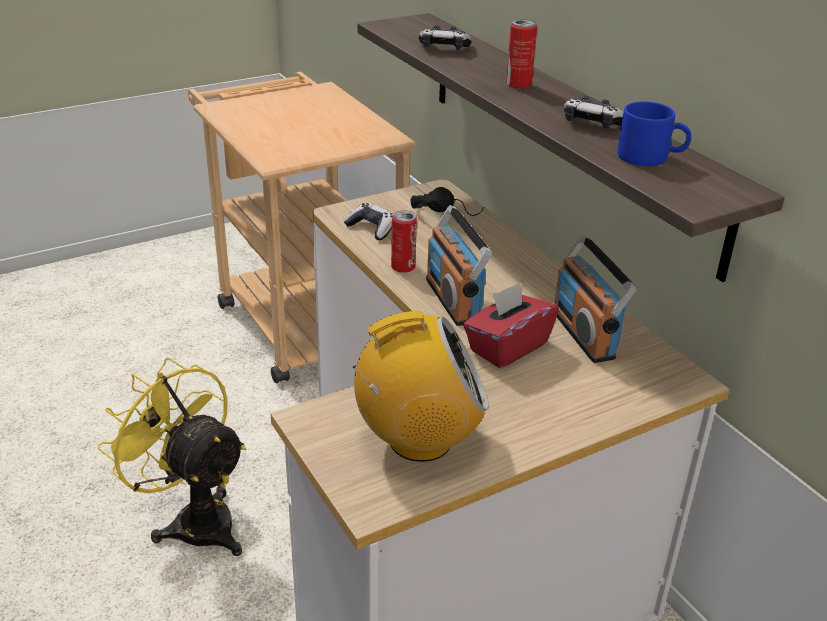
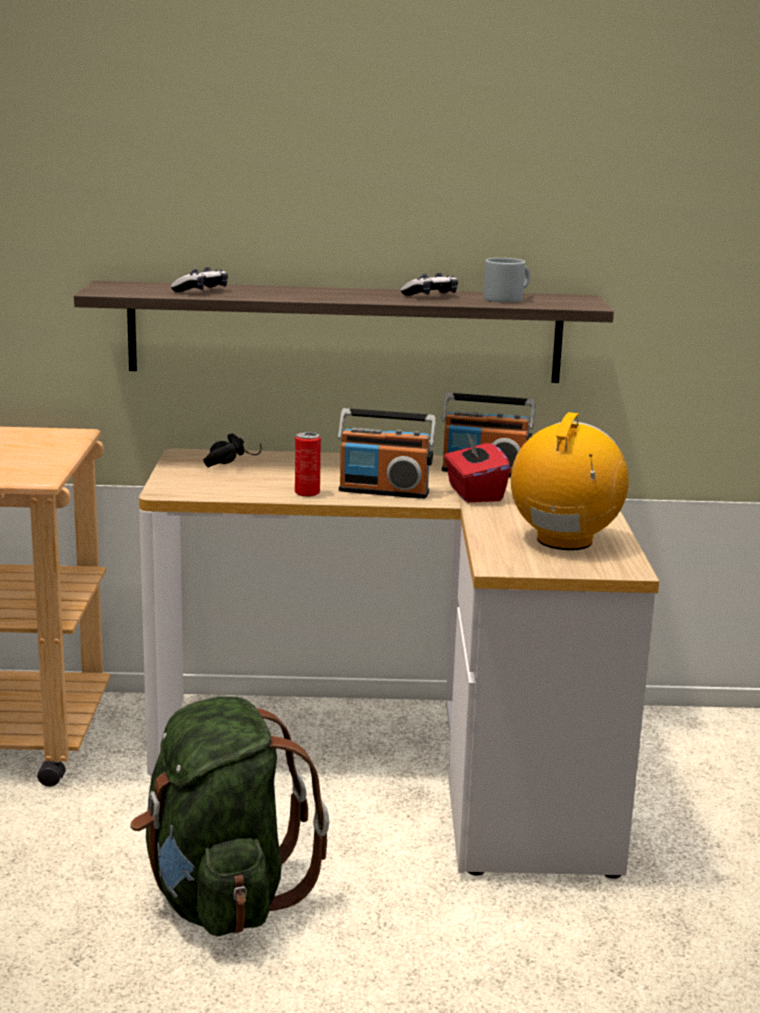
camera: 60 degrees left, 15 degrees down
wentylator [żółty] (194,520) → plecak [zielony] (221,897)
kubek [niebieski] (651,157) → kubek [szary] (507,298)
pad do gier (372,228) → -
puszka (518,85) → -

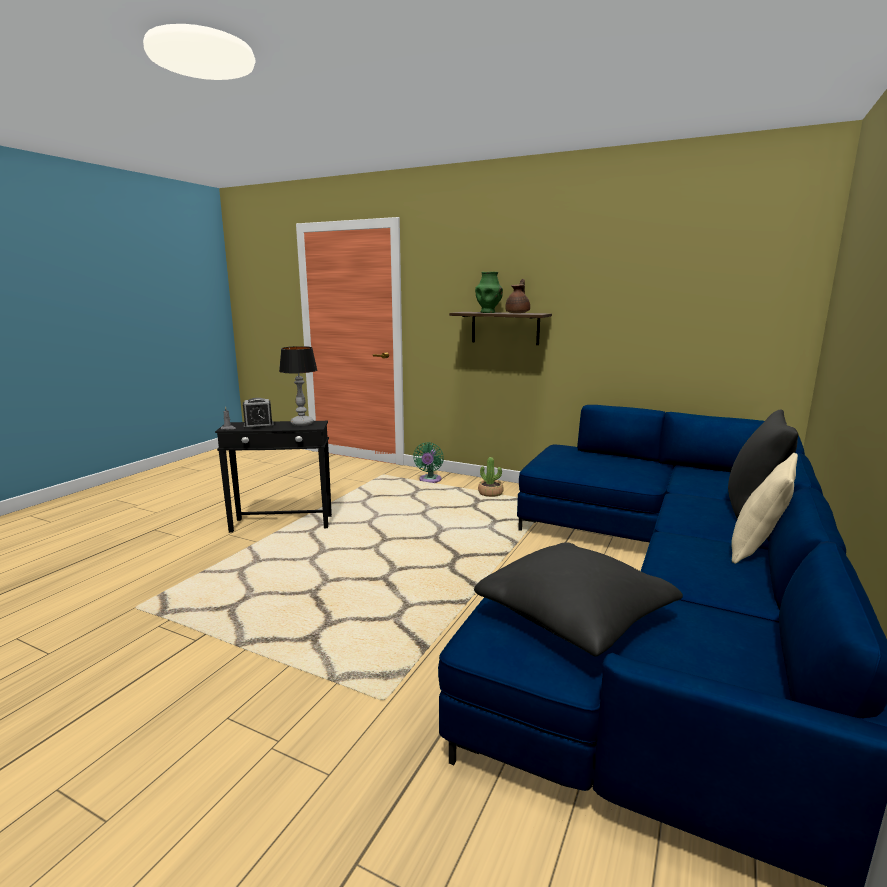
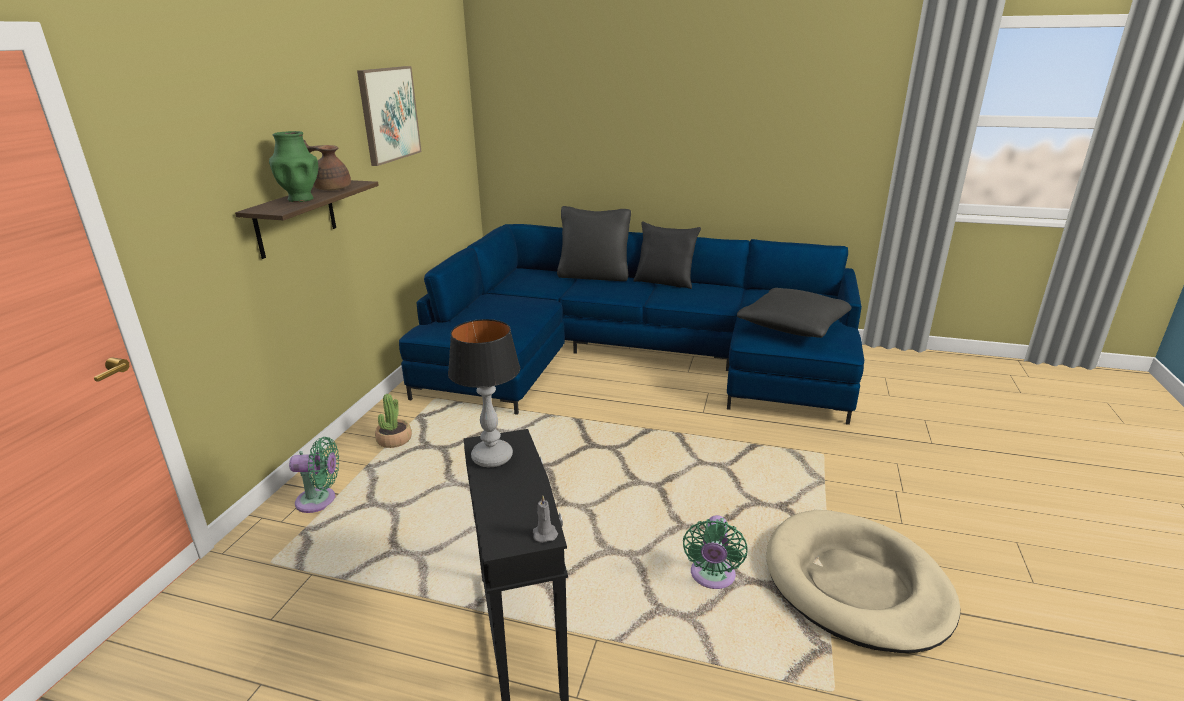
camera: 100 degrees left, 10 degrees up
- → obraz (389,114)
poduszka [beżowy] (757,548) → poduszka [czarny] (665,282)
- → wentylator [zielony] (712,577)
- → legowisko [beżowy] (855,584)
budzik (258,426) → -

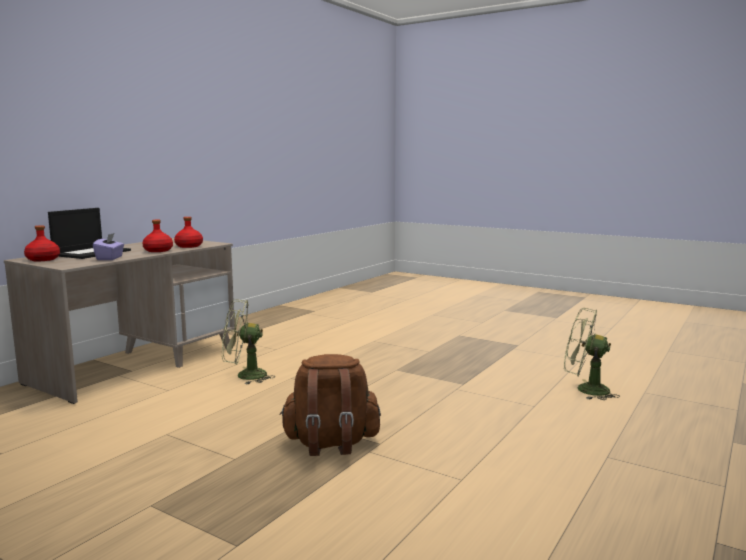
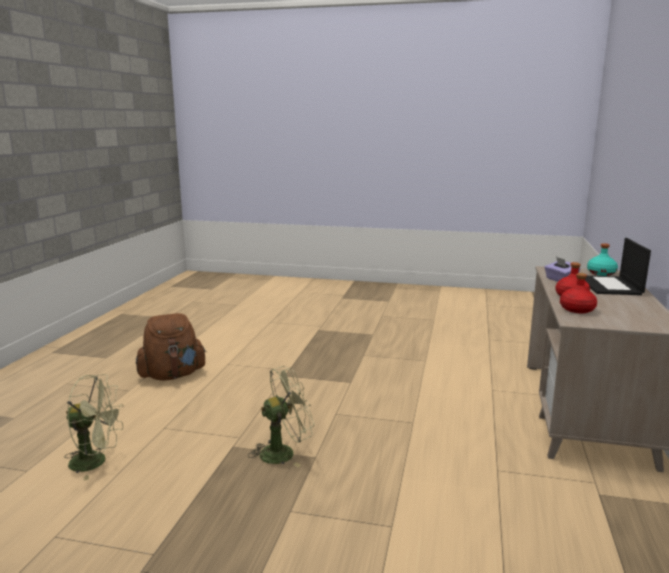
camera: 160 degrees right, 5 degrees up
plecak [brązowy] (331,444) → plecak [brązowy] (172,375), moved
wentylator [zielony] (244,376) → wentylator [zielony] (284,452), moved
butelka [czerwony] (43,259) → butelka [turkusowy] (601,273)

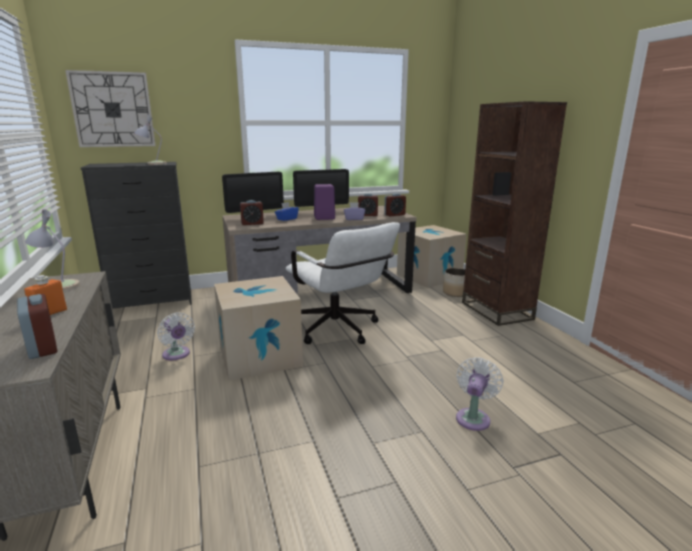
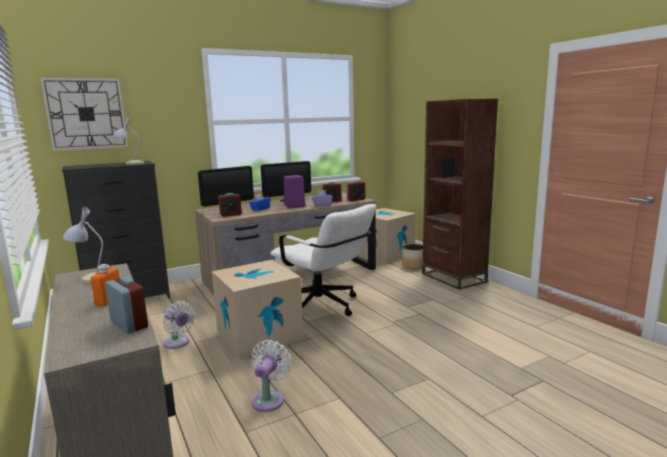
camera: 10 degrees left, 5 degrees down
wentylator [biały] (473,417) → wentylator [biały] (269,399), moved

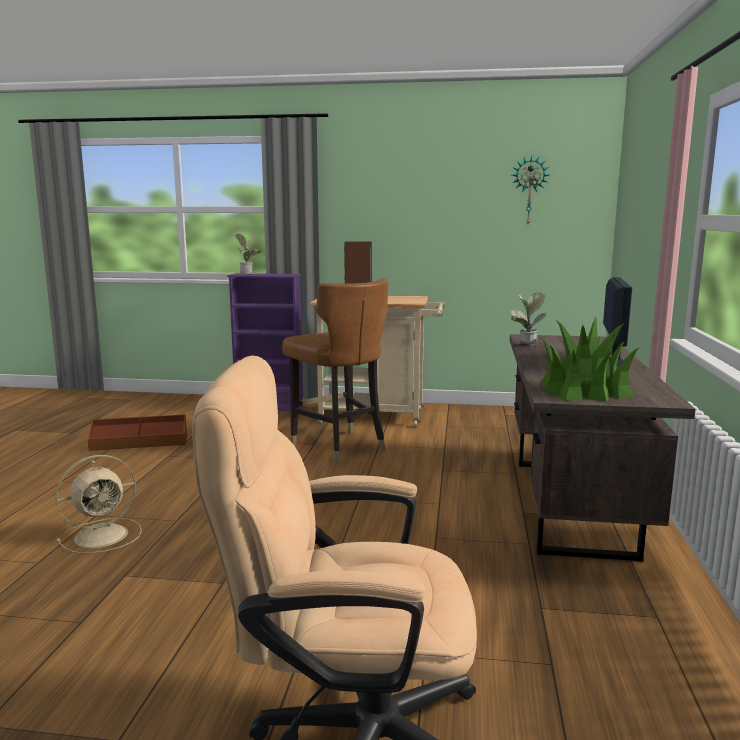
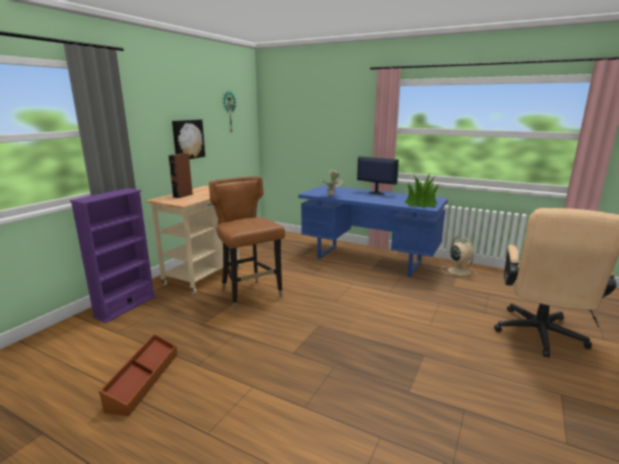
camera: 70 degrees left, 5 degrees up
- → obraz (187,139)
krzesło [brązowy] (339,447) → krzesło [brązowy] (250,294), 105 degrees counterclockwise
biurko [brązowy] (572,506) → biurko [niebieski] (369,260)
wentylator [beżowy] (103,535) → wentylator [beżowy] (458,271), moved
roślina doniczkowa (248,273) → -

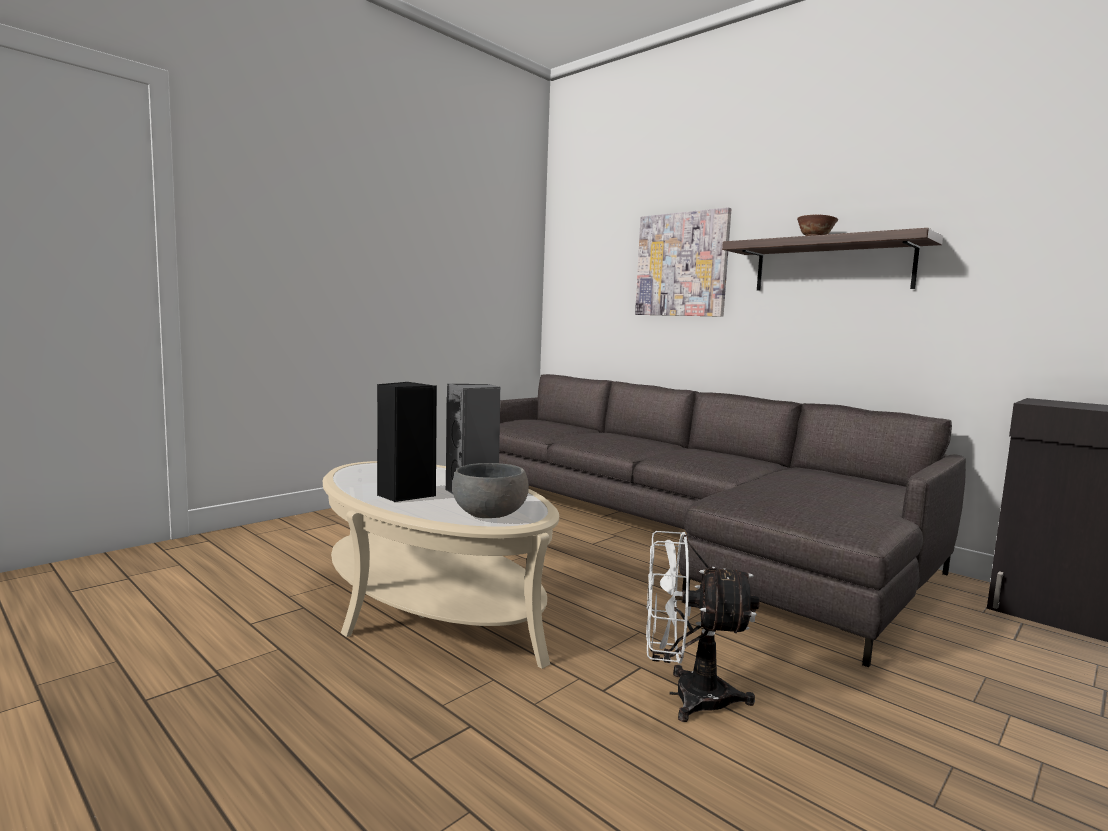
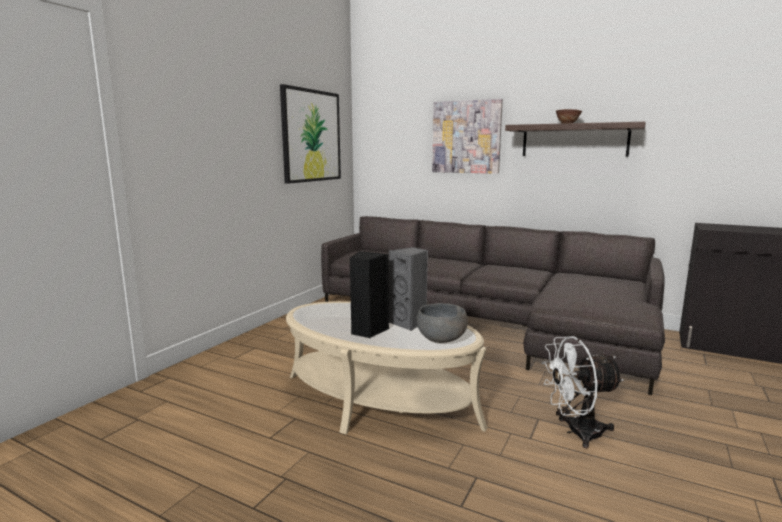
camera: 15 degrees left, 5 degrees up
- → obraz (311,136)

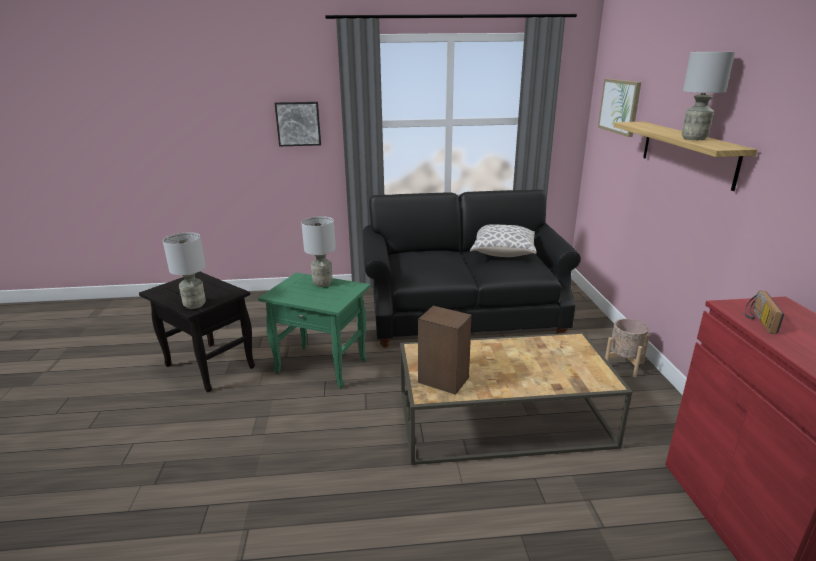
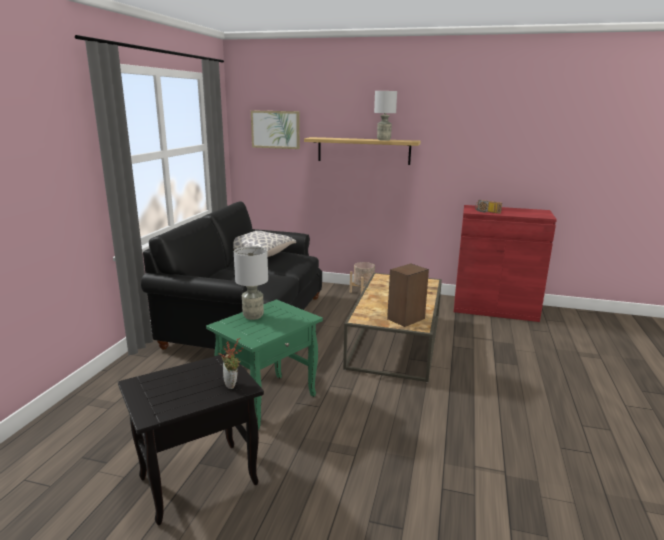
camera: 70 degrees left, 5 degrees down
lampa stołowa [szary] (195,305) → roślina doniczkowa (232,385)
obraz (298,123) → -

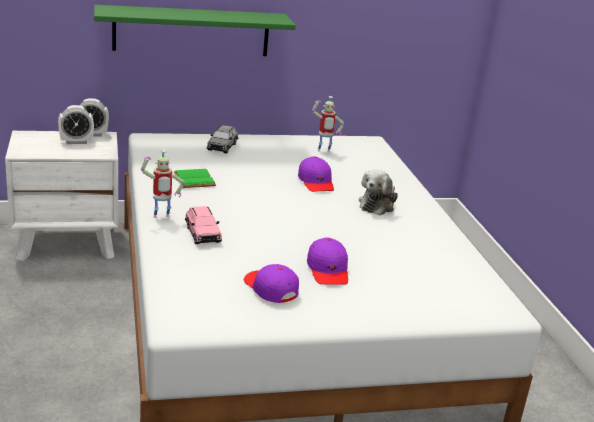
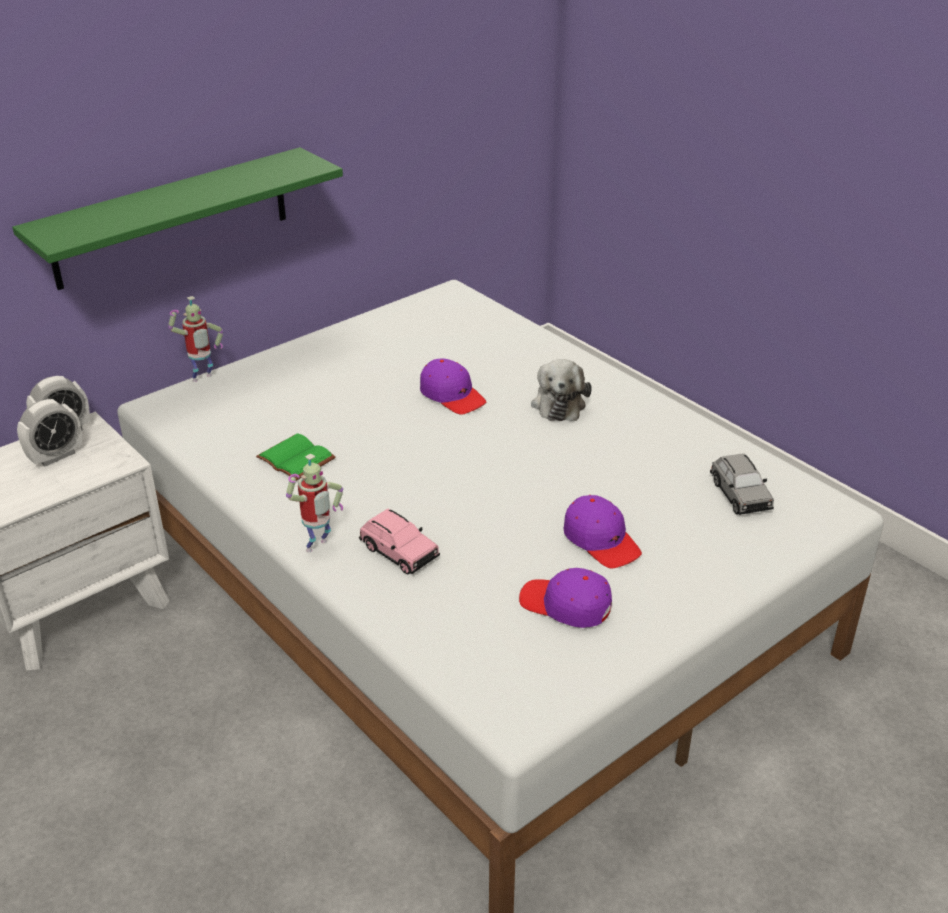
camera: 25 degrees left, 10 degrees up
robot zabawkowy (323,151) → robot zabawkowy (203,379), moved
samochodzik [szary] (222,146) → samochodzik [szary] (740,495), moved

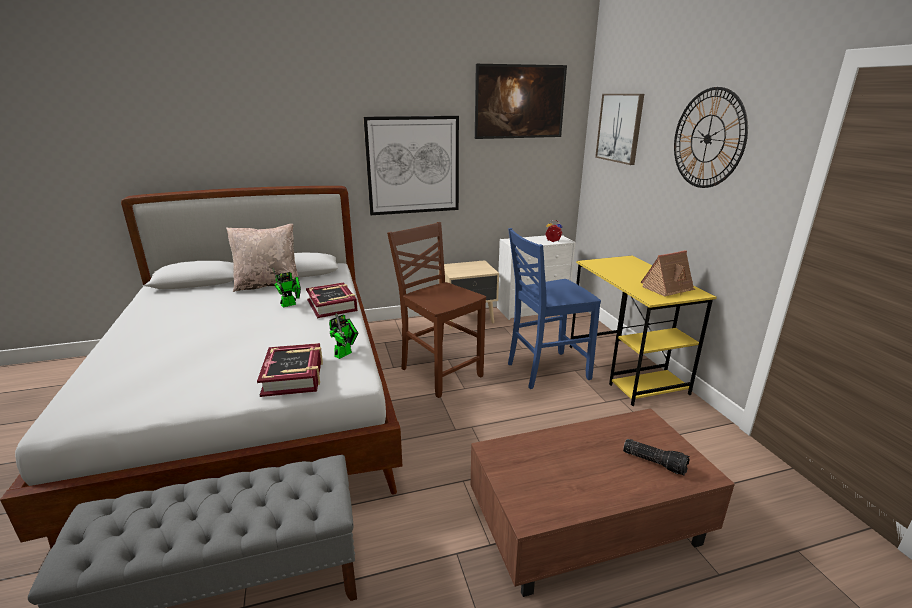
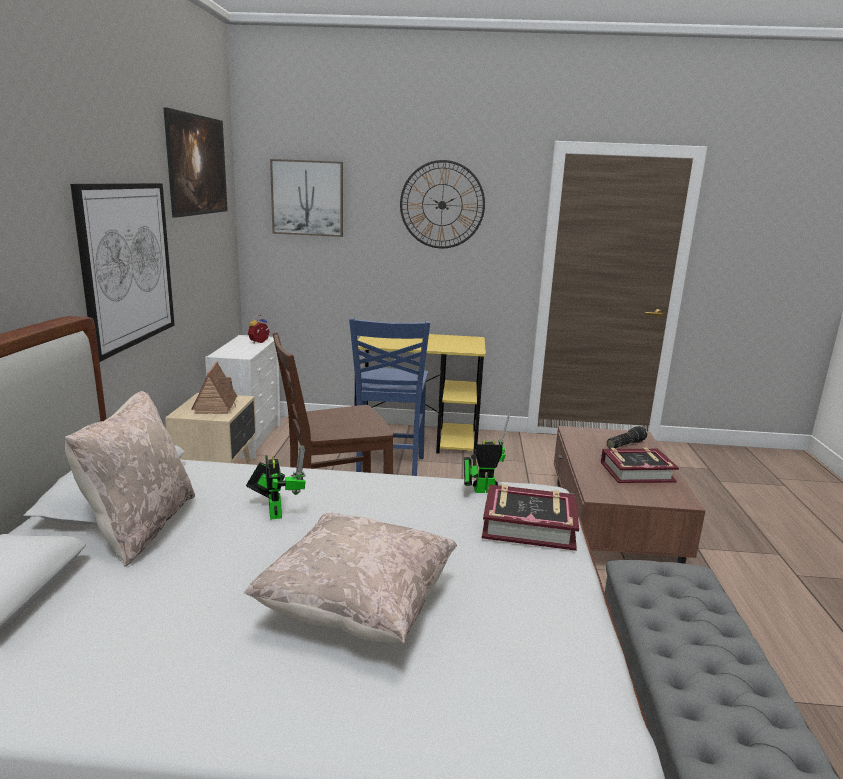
camera: 70 degrees left, 5 degrees down
domek (667,288) → domek (215,406), moved
- → poduszka [beżowy] (357,608)
robot zabawkowy (345,353) → robot zabawkowy (481,490), 60 degrees counterclockwise
książka (332,305) → książka (636,472), moved

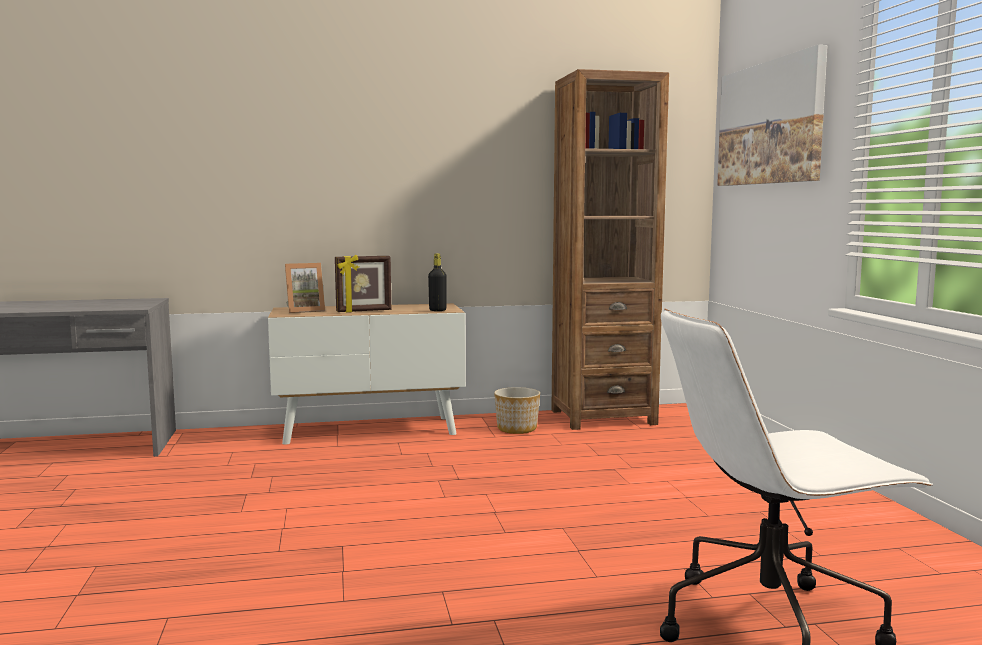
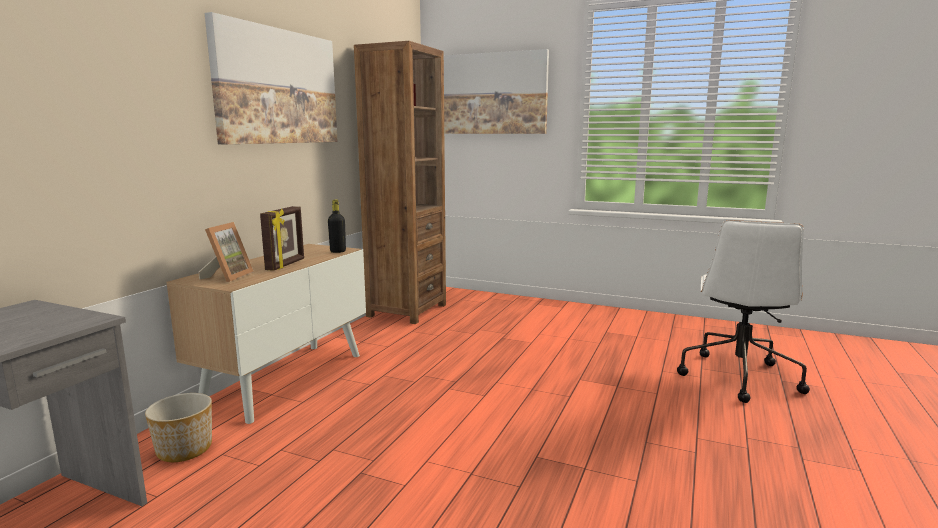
camera: 55 degrees left, 5 degrees up
donica (517,428) → donica (185,449), moved
- → obraz (277,87)

